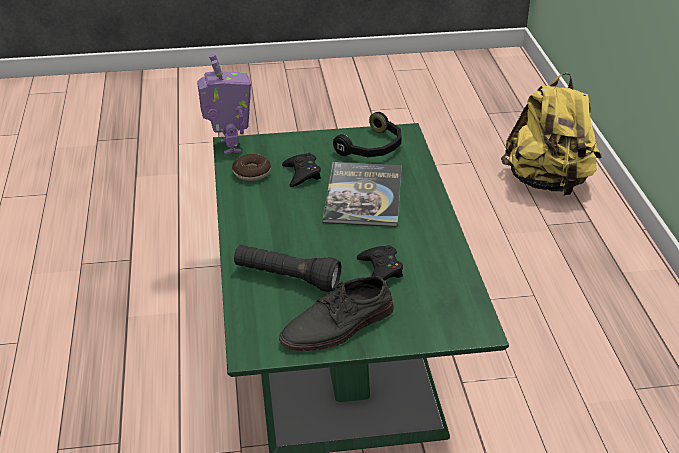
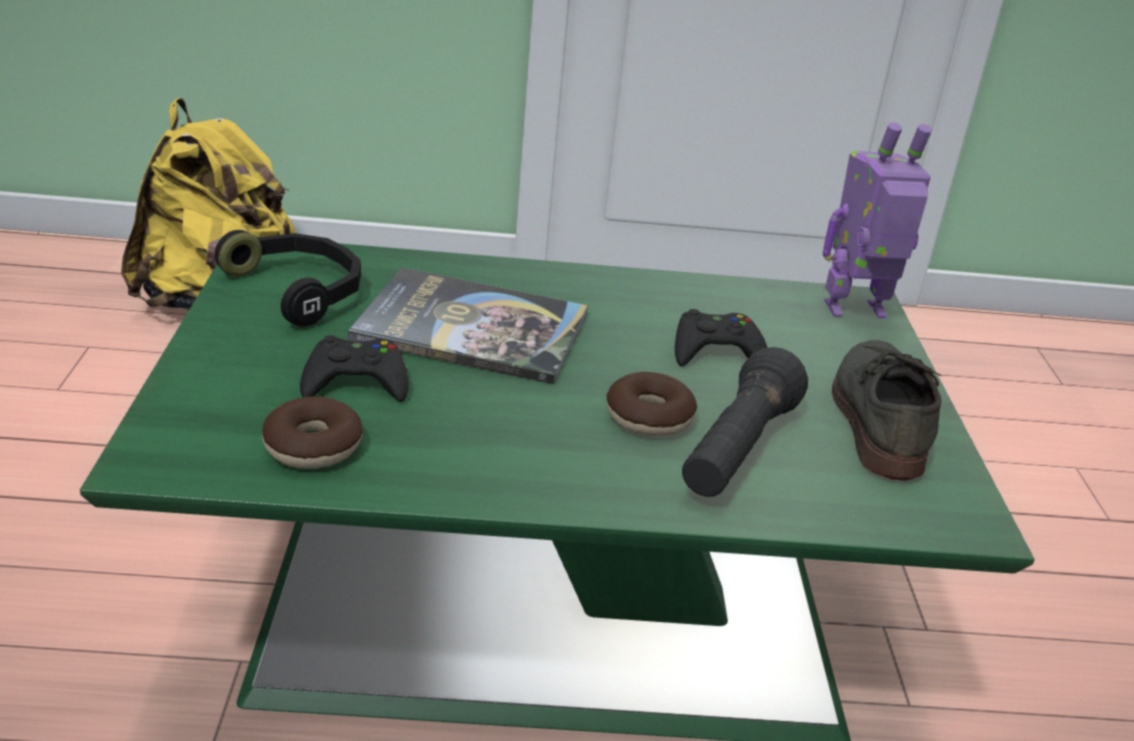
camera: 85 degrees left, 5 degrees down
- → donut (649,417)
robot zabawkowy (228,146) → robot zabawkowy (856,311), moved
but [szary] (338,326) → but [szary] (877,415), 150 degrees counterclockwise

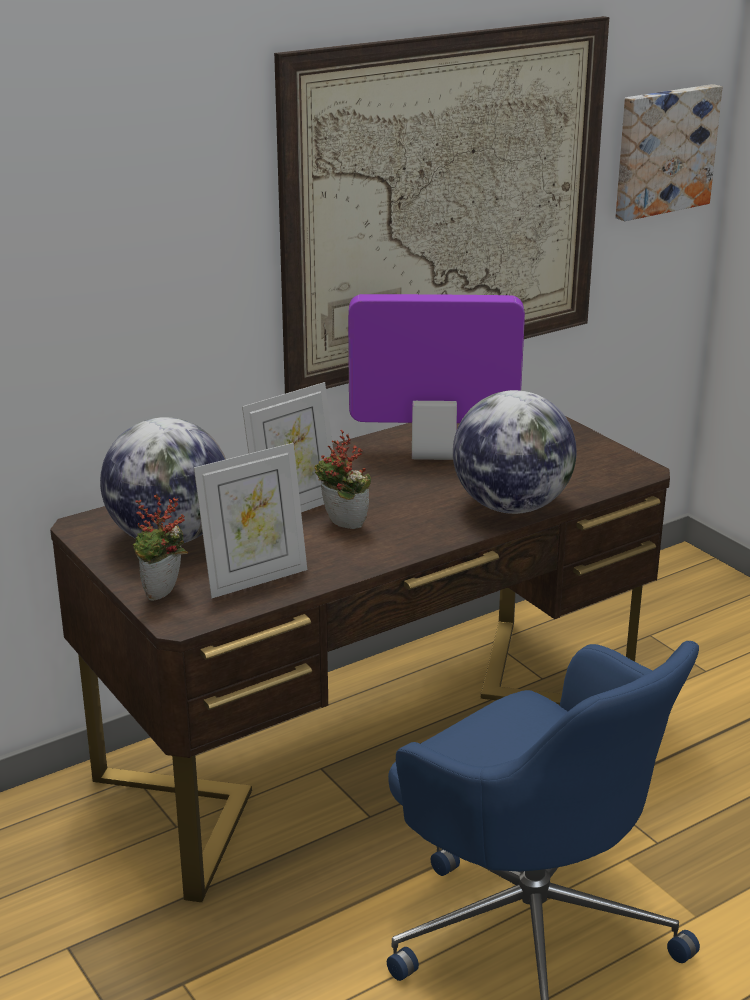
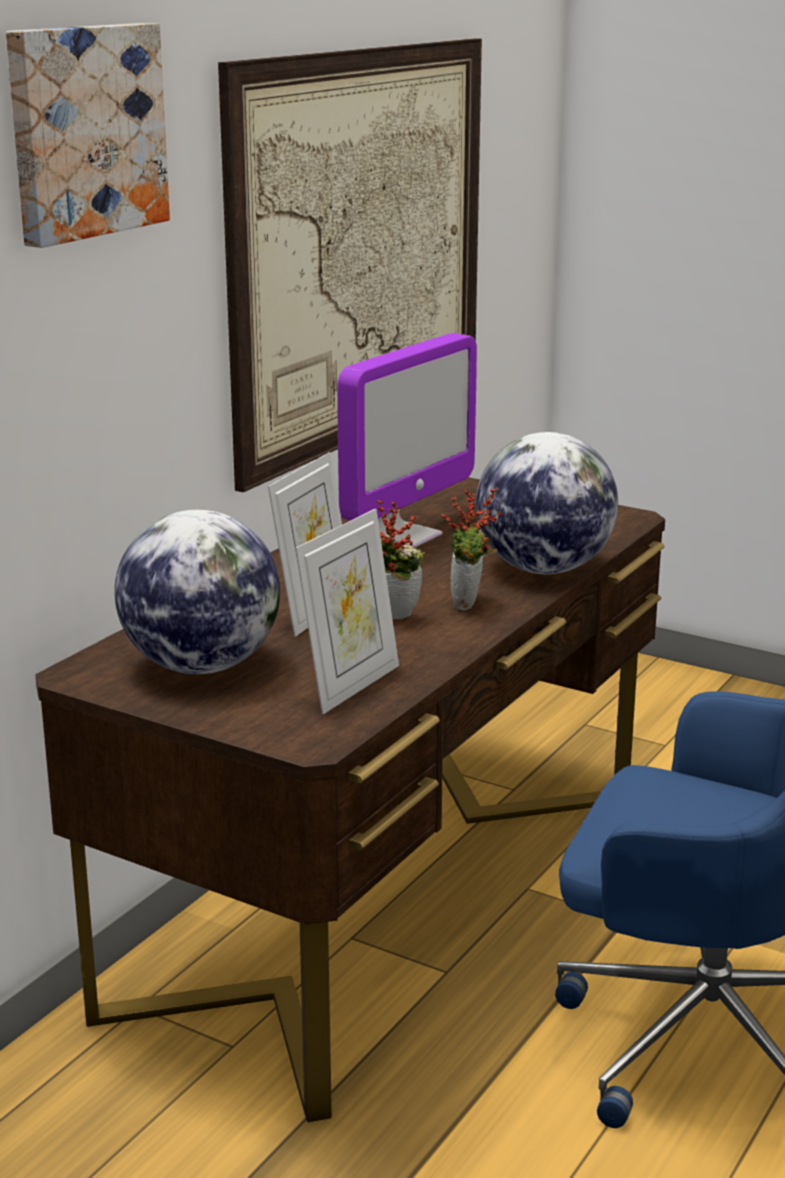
camera: 25 degrees left, 5 degrees down
obraz (663,150) → obraz (84,131), moved
monitor (433,452) → monitor (404,536), 150 degrees clockwise
roślina doniczkowa (164,595) → roślina doniczkowa (470,605), moved

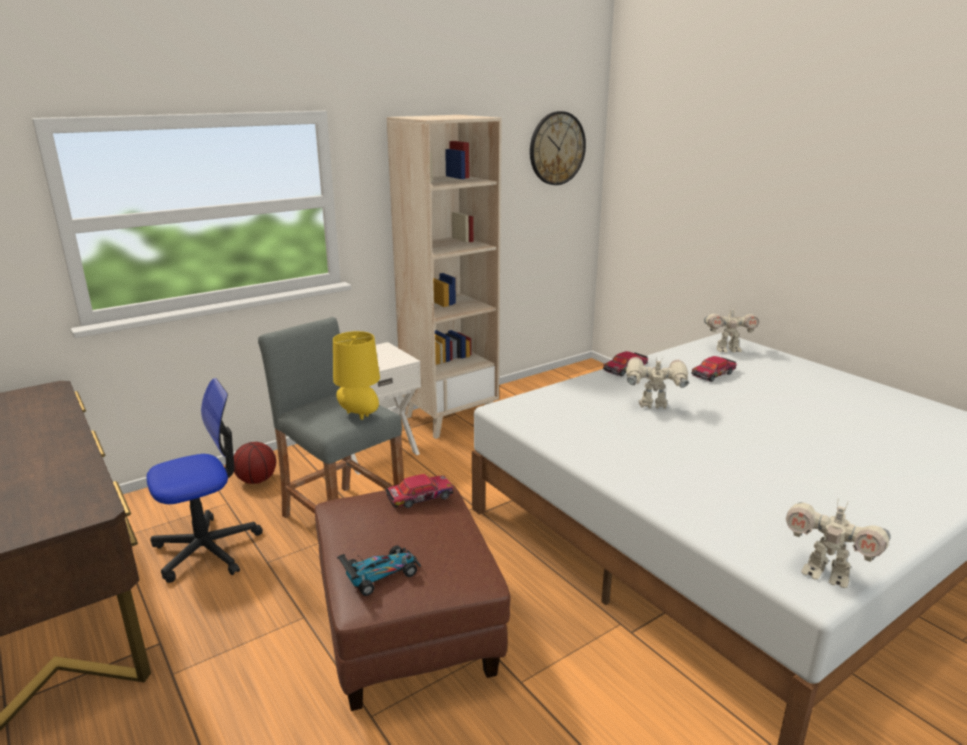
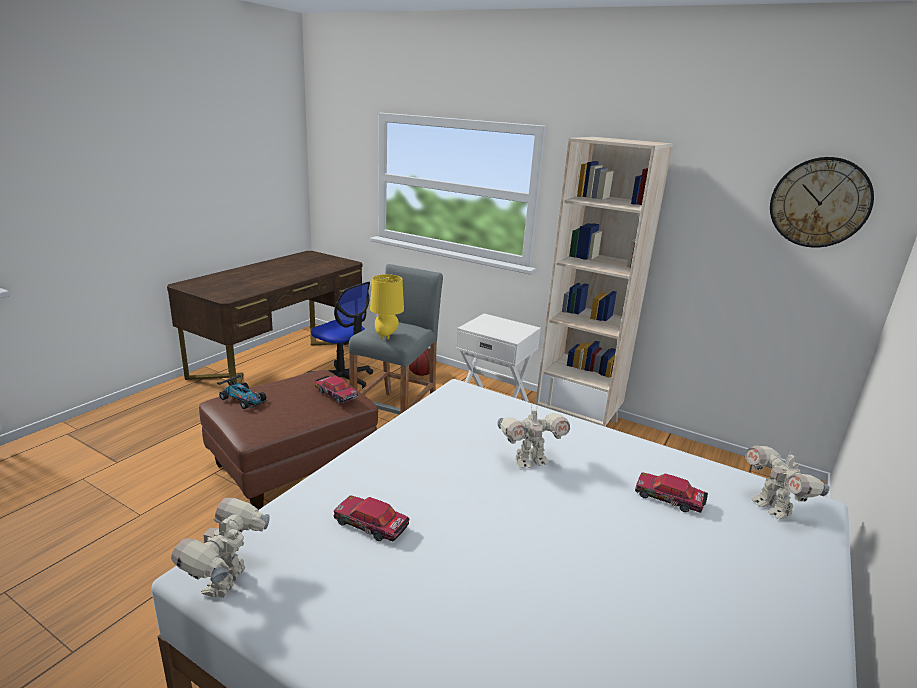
camera: 65 degrees right, 0 degrees up
samochodzik (625,369) → samochodzik (371,525), moved
robot zabawkowy (653,407) → robot zabawkowy (529,461), 90 degrees clockwise

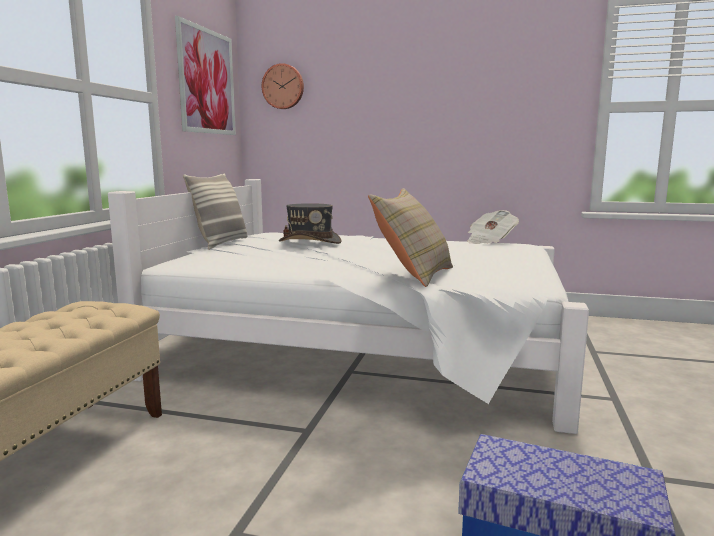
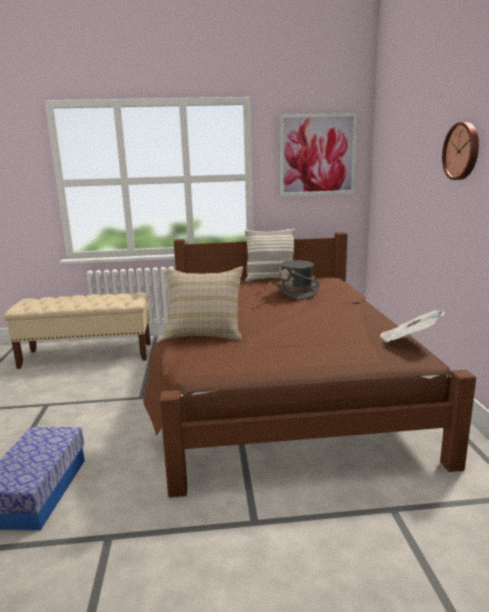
camera: 70 degrees right, 5 degrees up
łóżko [biały] (368,349) → łóżko [brązowy] (281,388)
zegar ścienny (283,86) → zegar ścienny (462,151), moved

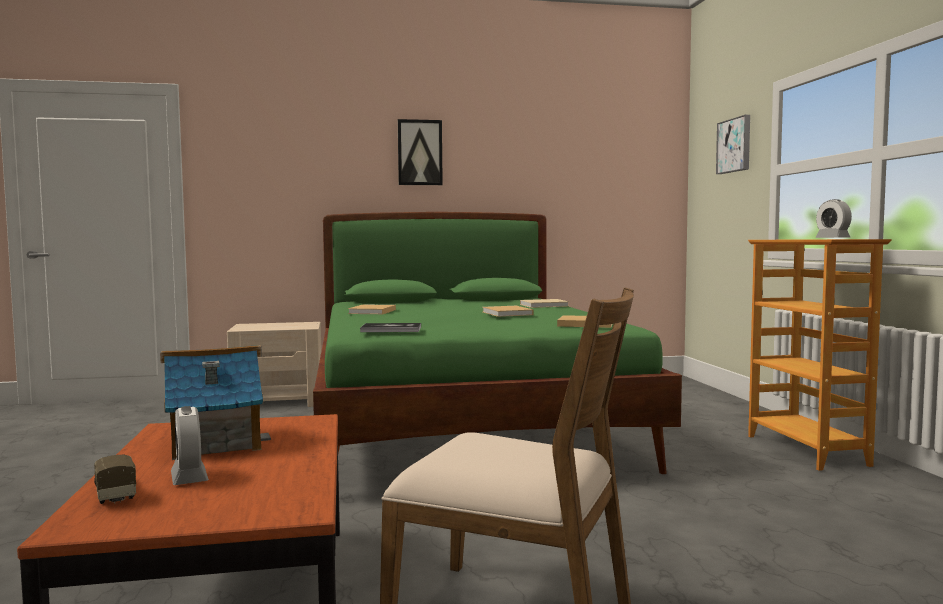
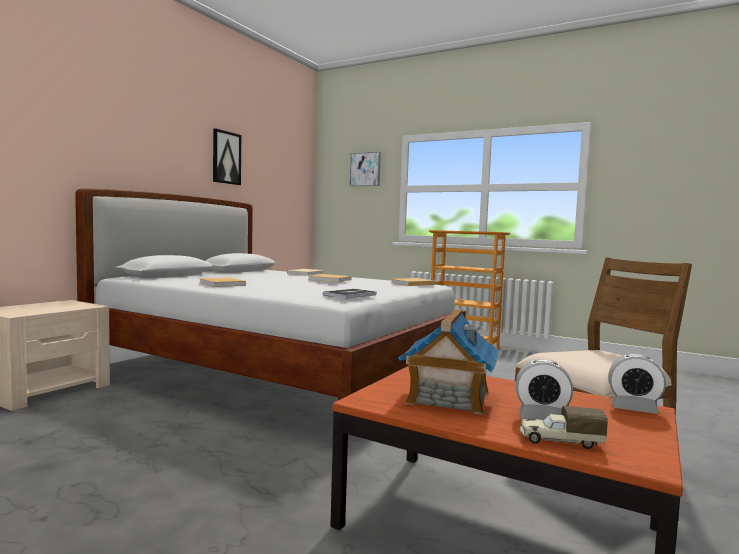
camera: 50 degrees left, 0 degrees up
łóżko [zielony] (464,426) → łóżko [biały] (278,373)
obraz (420,152) → obraz (226,157), moved
budzik (832,239) → budzik (633,408), moved

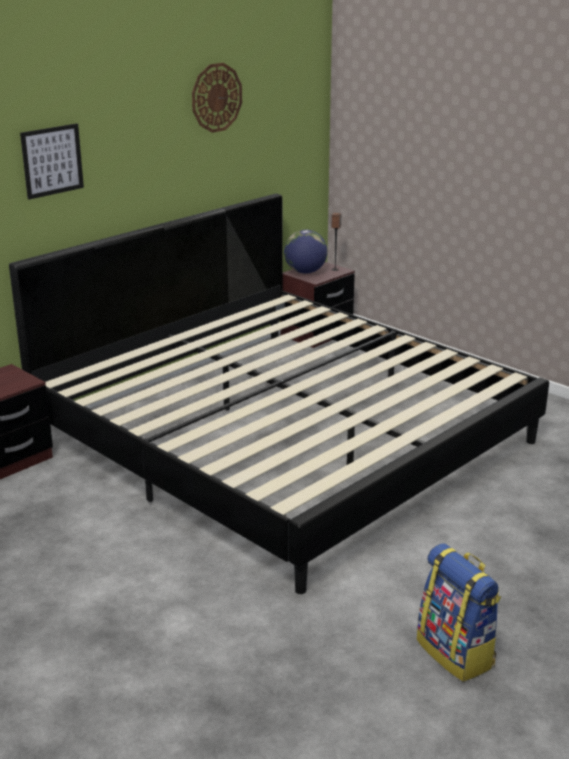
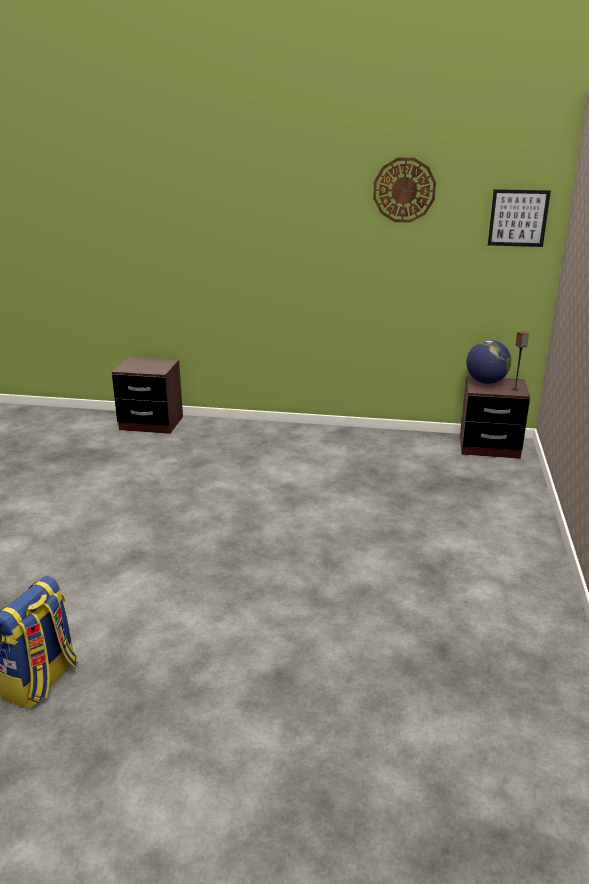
camera: 55 degrees right, 0 degrees up
obraz (52,160) → obraz (518,218), moved
łóżko (284,437) → -

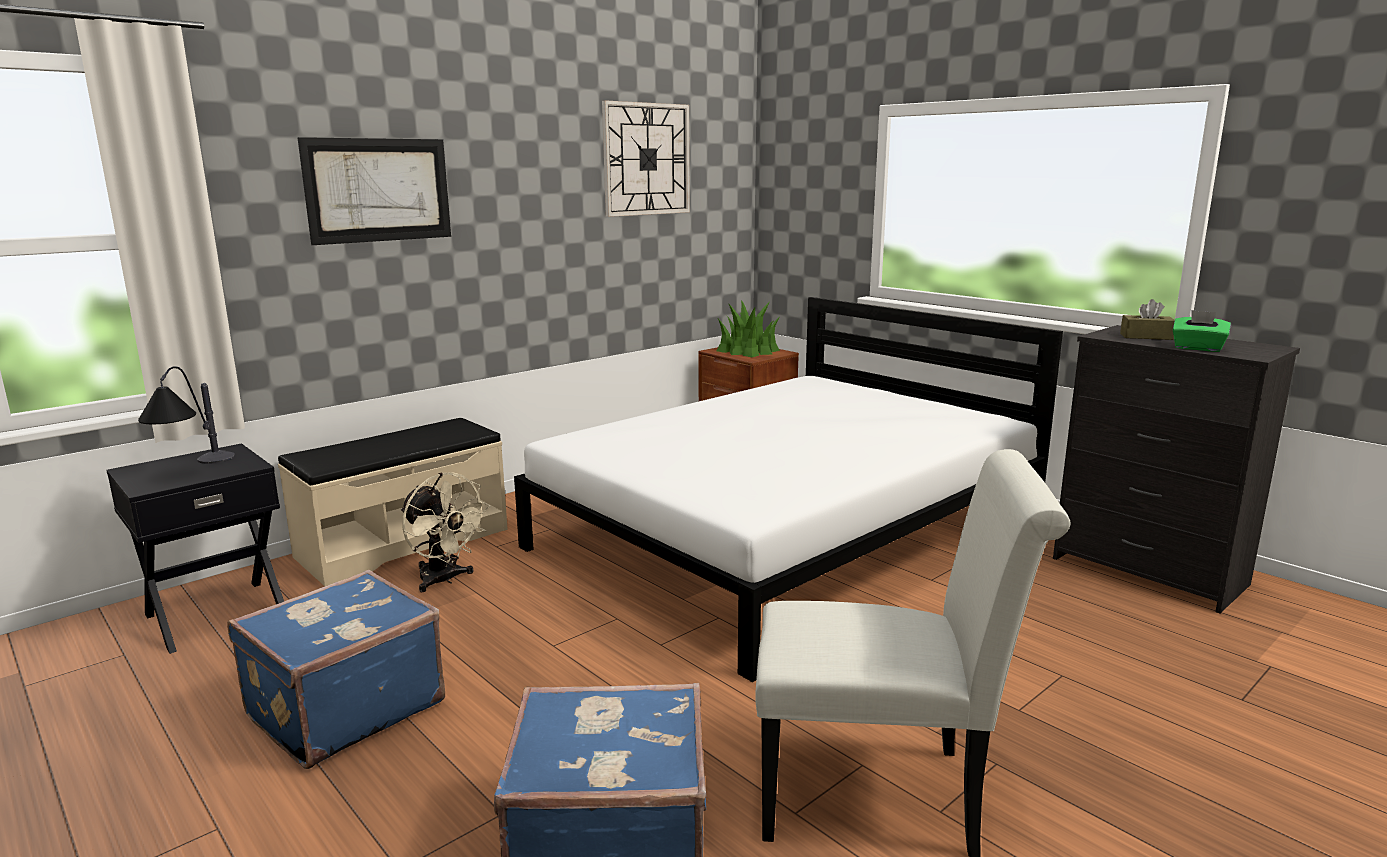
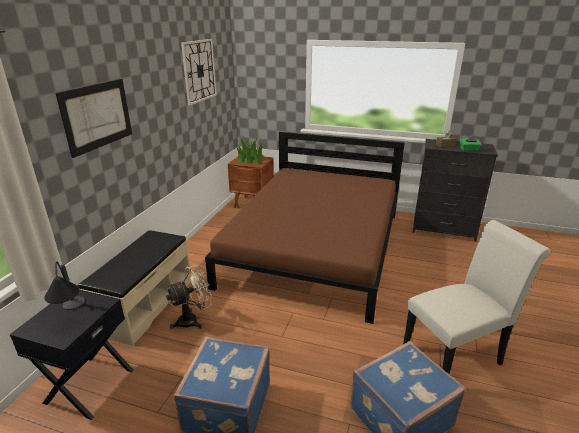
camera: 30 degrees left, 10 degrees up
wentylator [beżowy] (444,580) → wentylator [beżowy] (193,320), 45 degrees counterclockwise
łóżko [biały] (788,535) → łóżko [brązowy] (316,247)

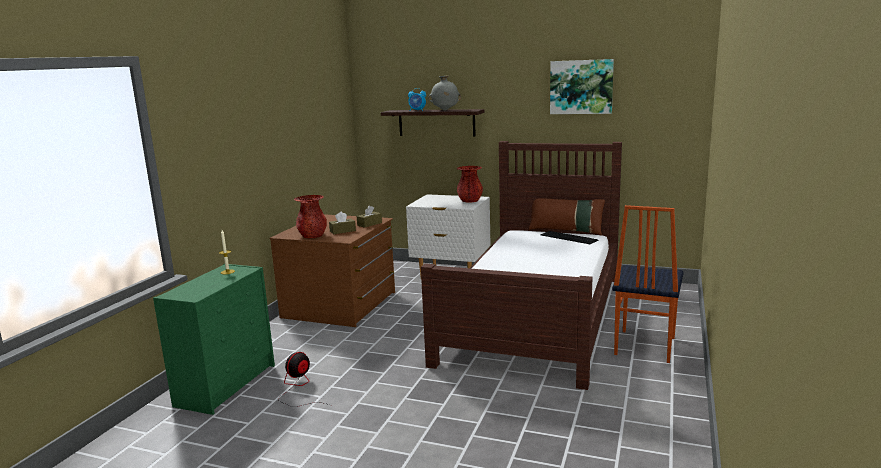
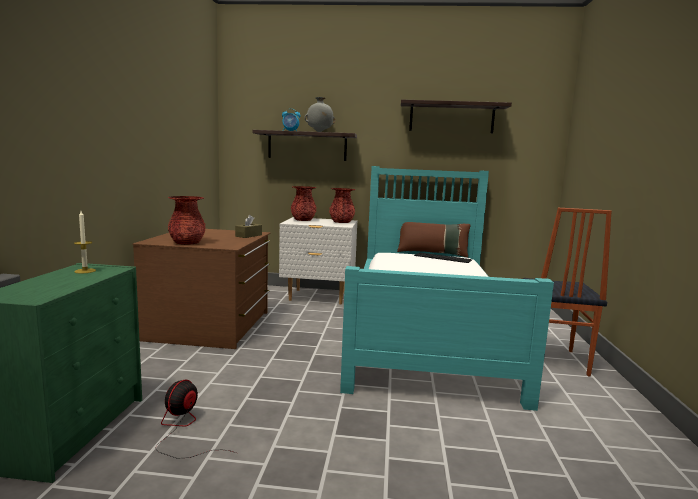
camera: 15 degrees left, 5 degrees down
- → wazon [czerwony] (303,220)
łóżko [brązowy] (535,316) → łóżko [turkusowy] (425,333)
obraz (581,87) → półka (451,118)
pudełko chusteczek [brązowy] (342,231) → -

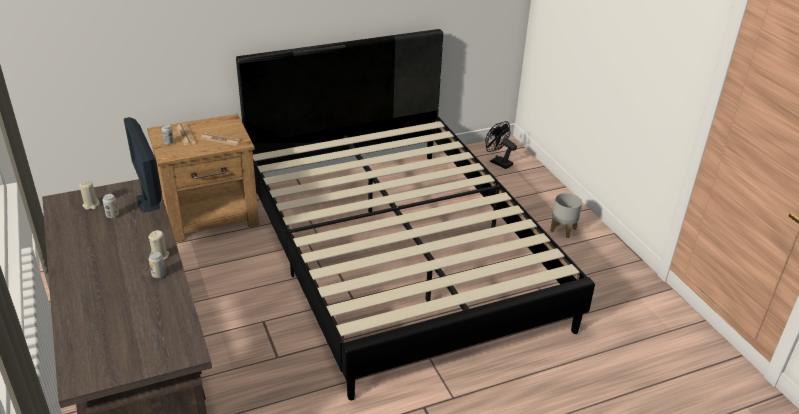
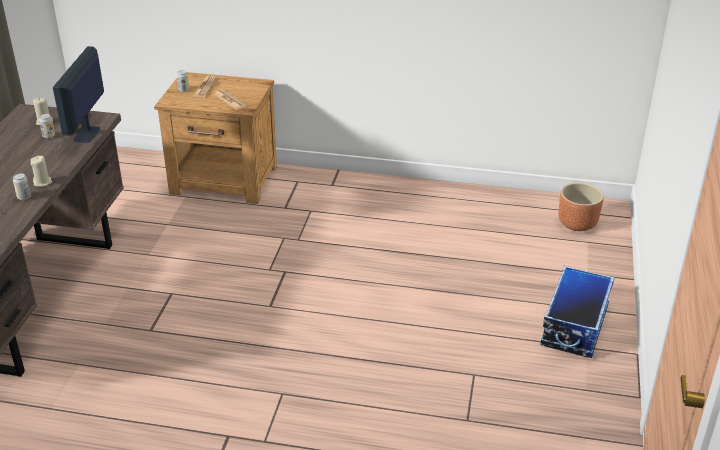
camera: 35 degrees right, 0 degrees up
donica [szary] (562,230) → pojemnik do przechowywania (574,325)
wentylator [czarny] (498,162) → donica [brązowy] (577,224)
łóżko [czarny] (398,253) → -

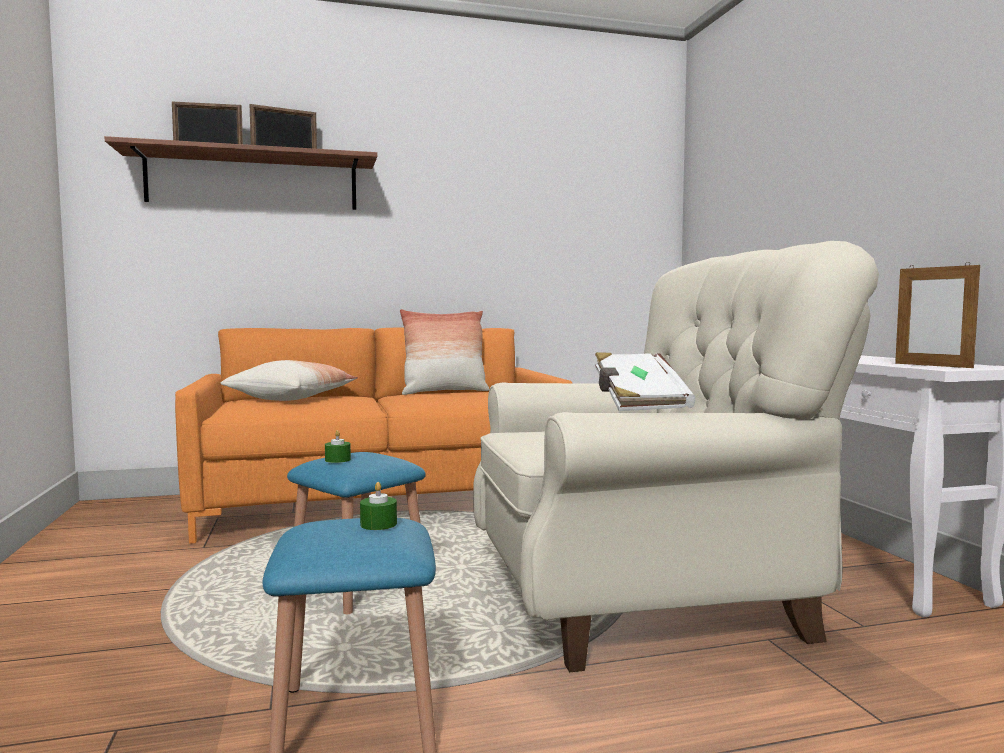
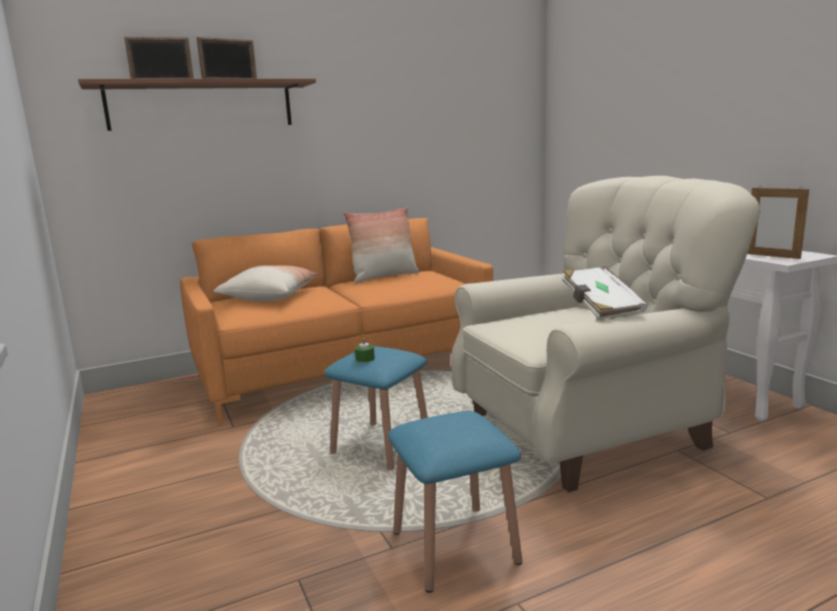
camera: 10 degrees left, 10 degrees up
świeca [zielony] (378,524) → -

